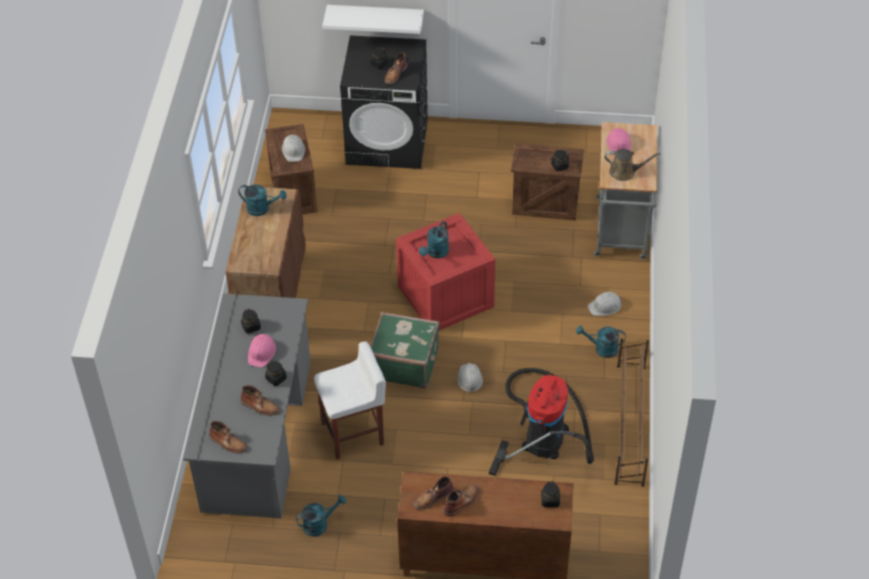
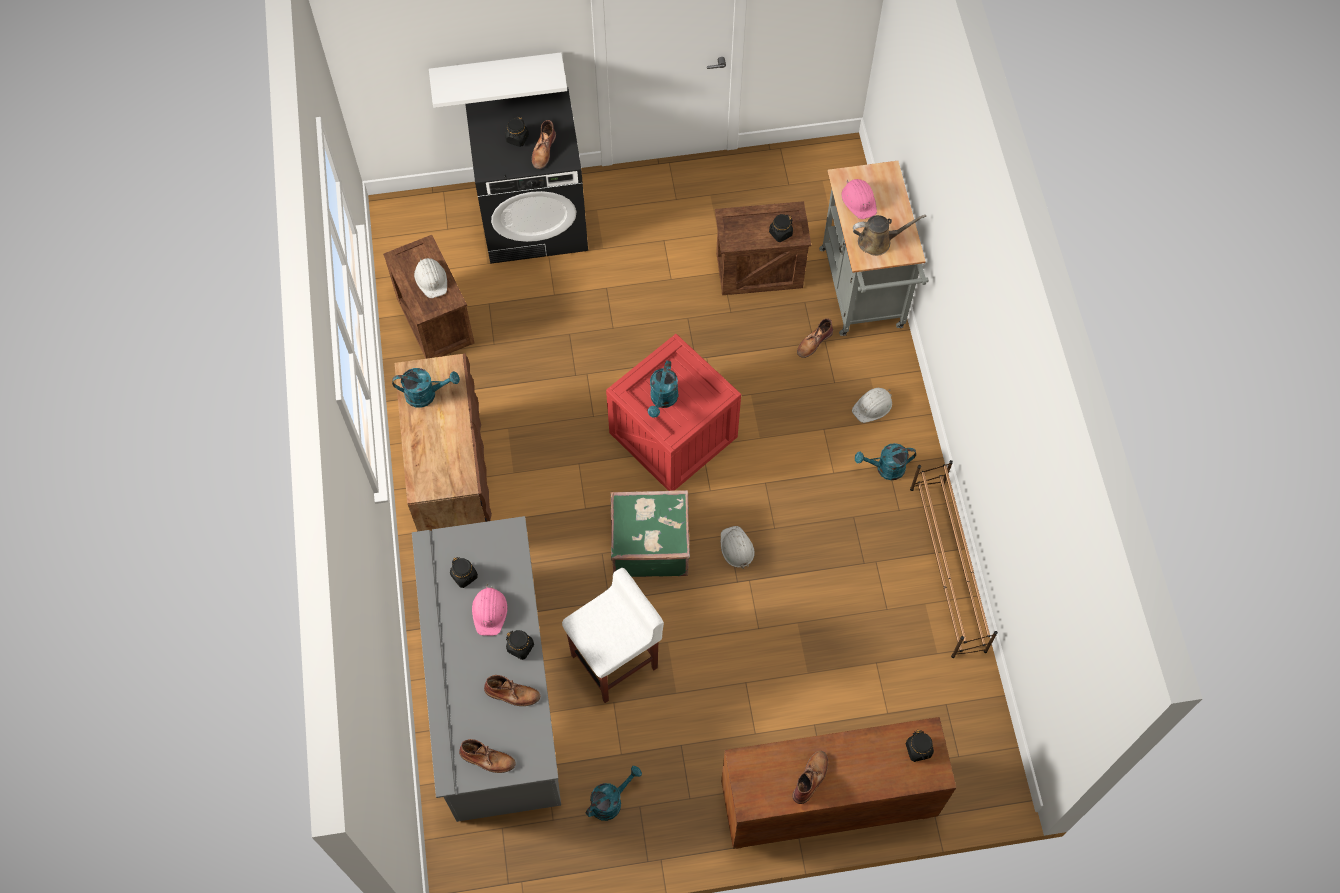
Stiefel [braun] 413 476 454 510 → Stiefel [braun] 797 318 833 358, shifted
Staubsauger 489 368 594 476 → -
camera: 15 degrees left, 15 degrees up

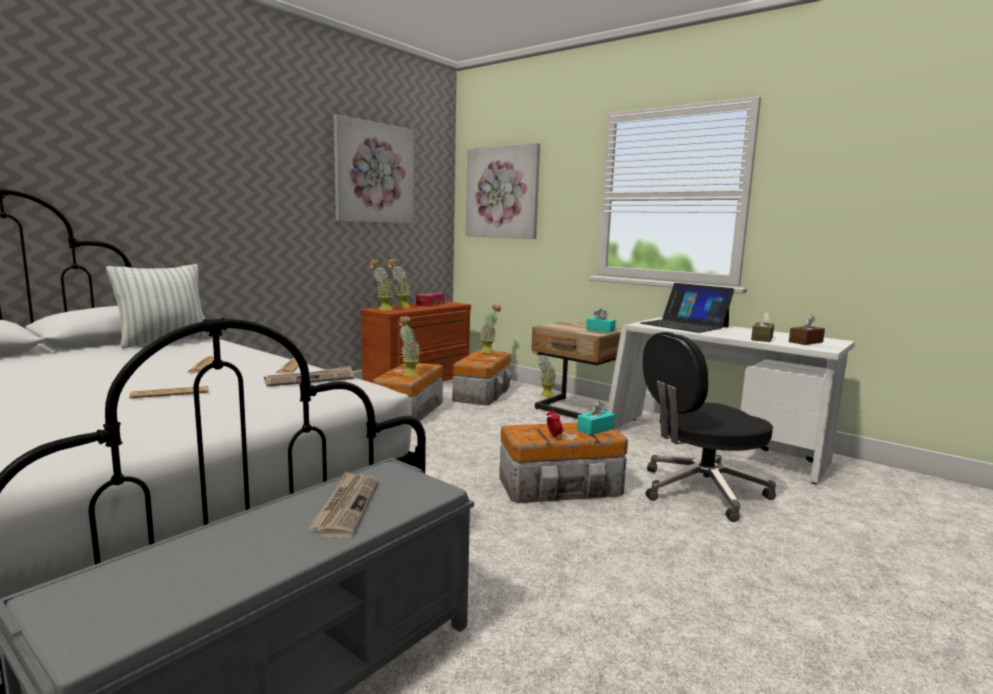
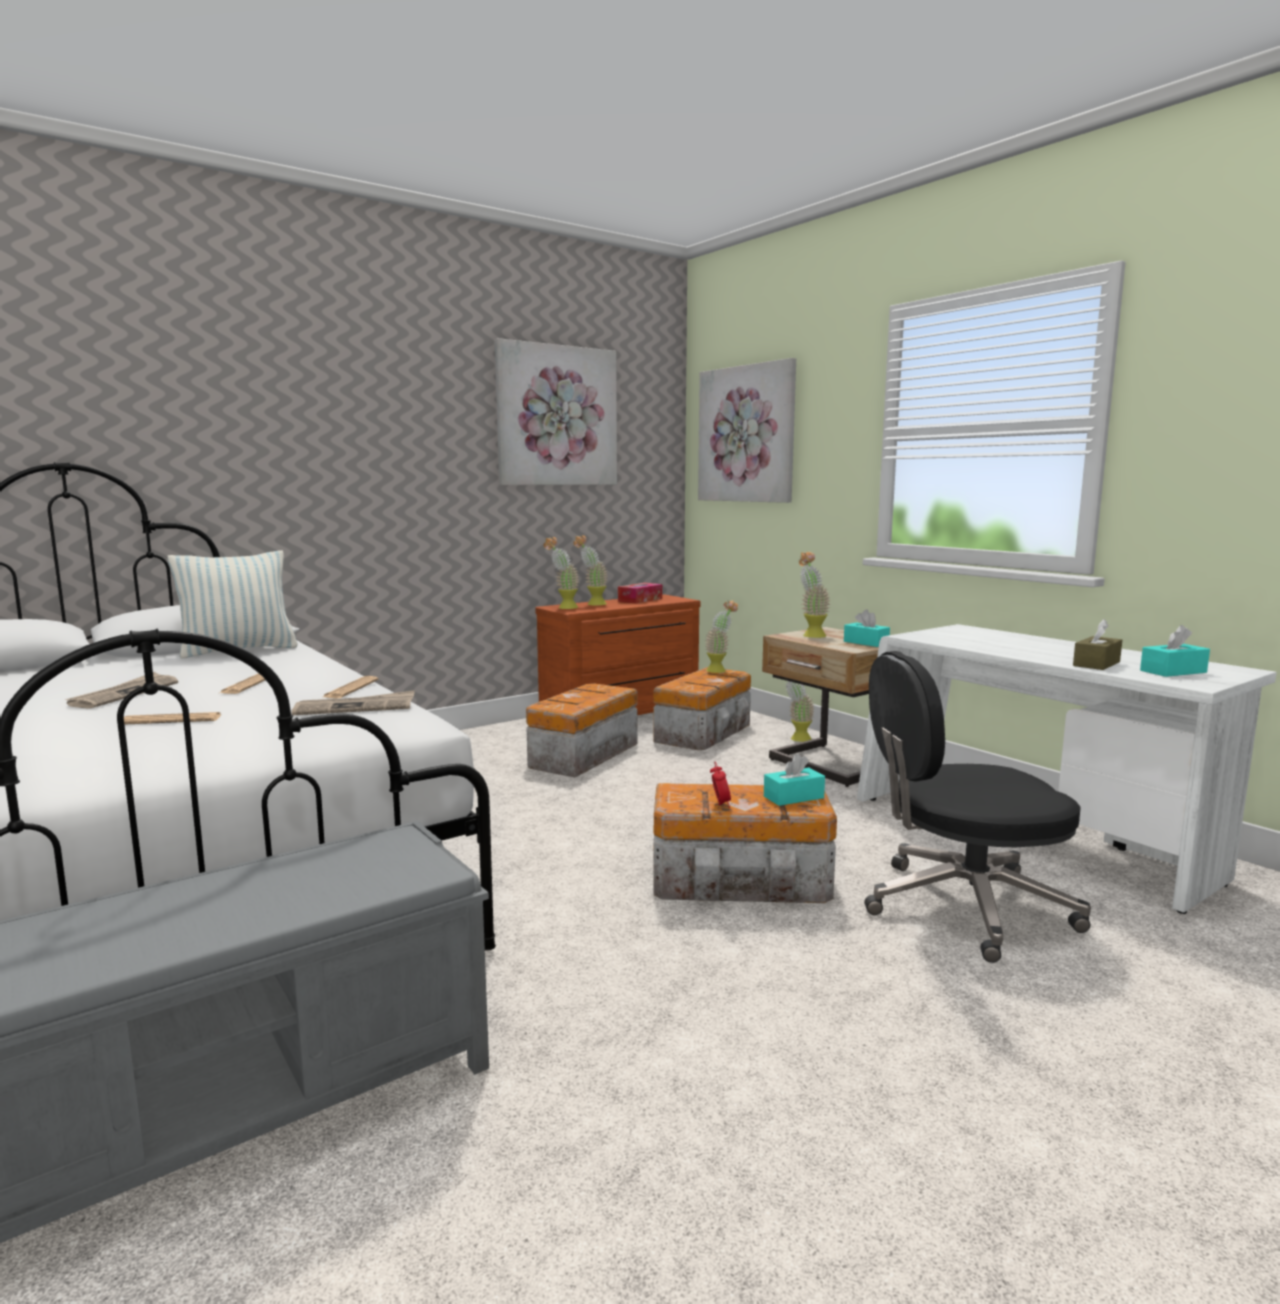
Zeitung 308 471 379 538 → Zeitung 65 672 178 709, shifted
Topfpflanze 399 316 421 376 → Topfpflanze 799 552 831 638, shifted
Laptop 640 283 734 333 → -
Taschentuchbox [braun] 789 315 825 345 → Taschentuchbox [türkis] 1140 625 1210 677
camera: 15 degrees right, 0 degrees up

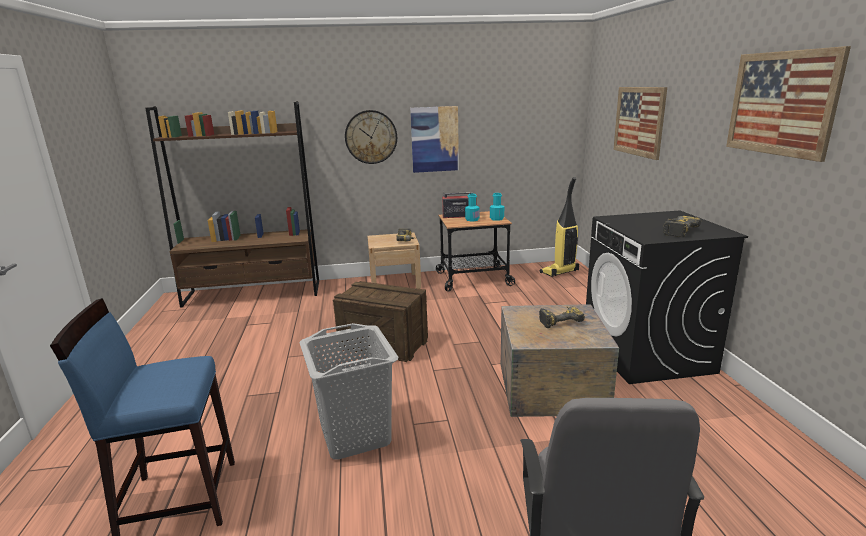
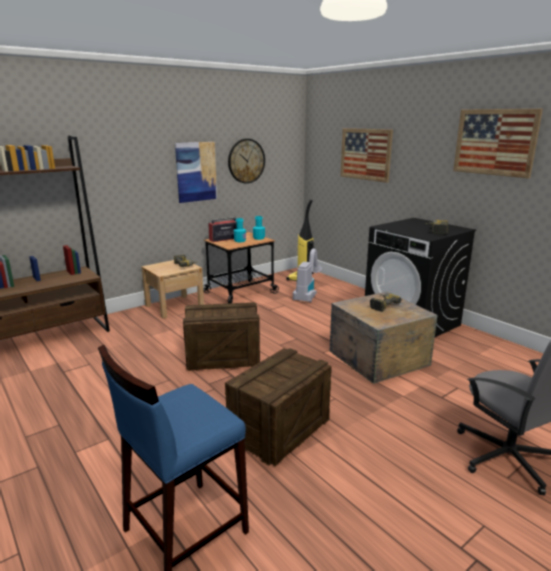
Wäschekorb [grau] 299 323 398 460 → Kiste 225 348 332 466
Wanduhr 345 110 397 164 → Wanduhr 228 139 265 184, shifted
- → Staubsauger 293 248 322 302
camera: 30 degrees left, 0 degrees up

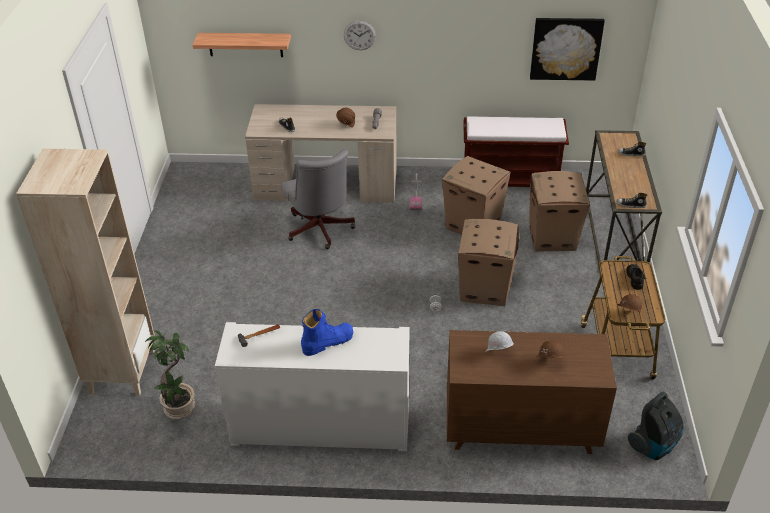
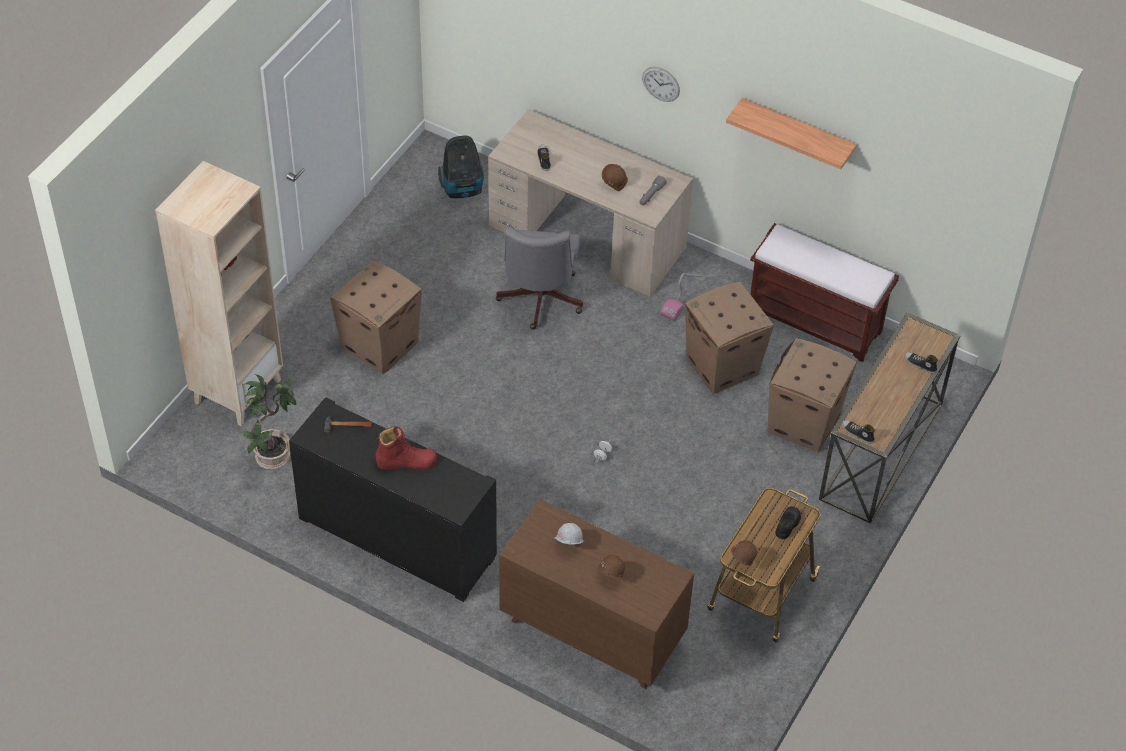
Wandregal 192 33 291 57 → Wandregal 726 98 857 169, shifted
Schrank [weiß] 215 322 409 452 → Schrank [schwarz] 289 397 497 602
Stiefel [blau] 301 309 353 356 → Stiefel [rot] 376 426 437 470
Karton 458 219 519 306 → Karton 330 260 422 374, shifted
Bild 530 18 605 81 → -
Staubsauger 628 392 684 460 → Staubsauger 438 136 484 198, shifted
camera: 25 degrees right, 10 degrees up

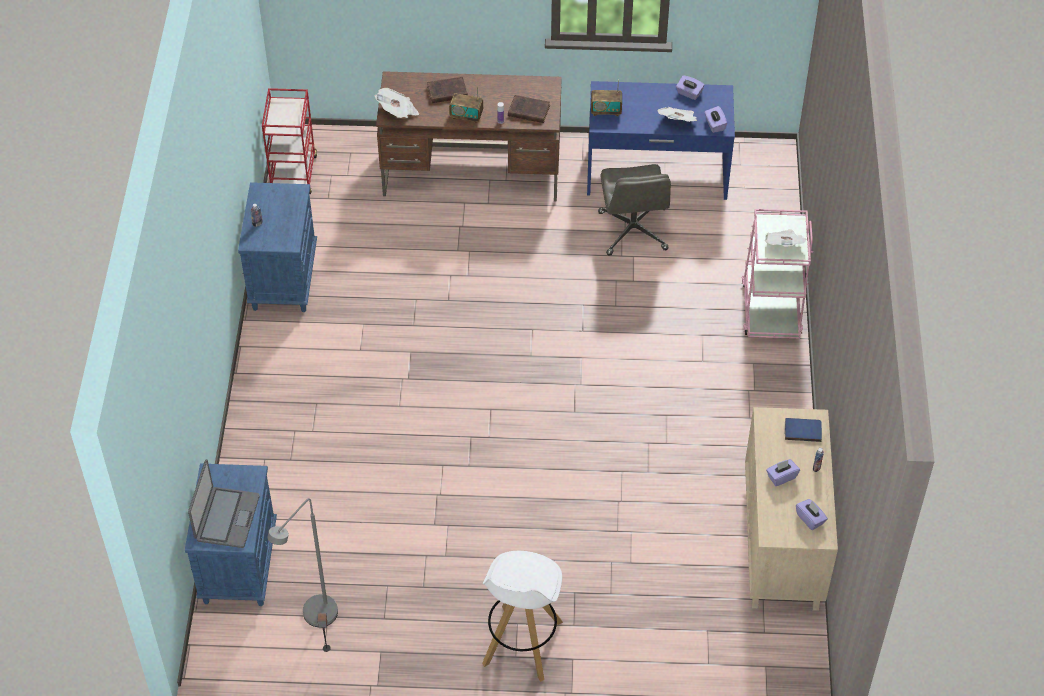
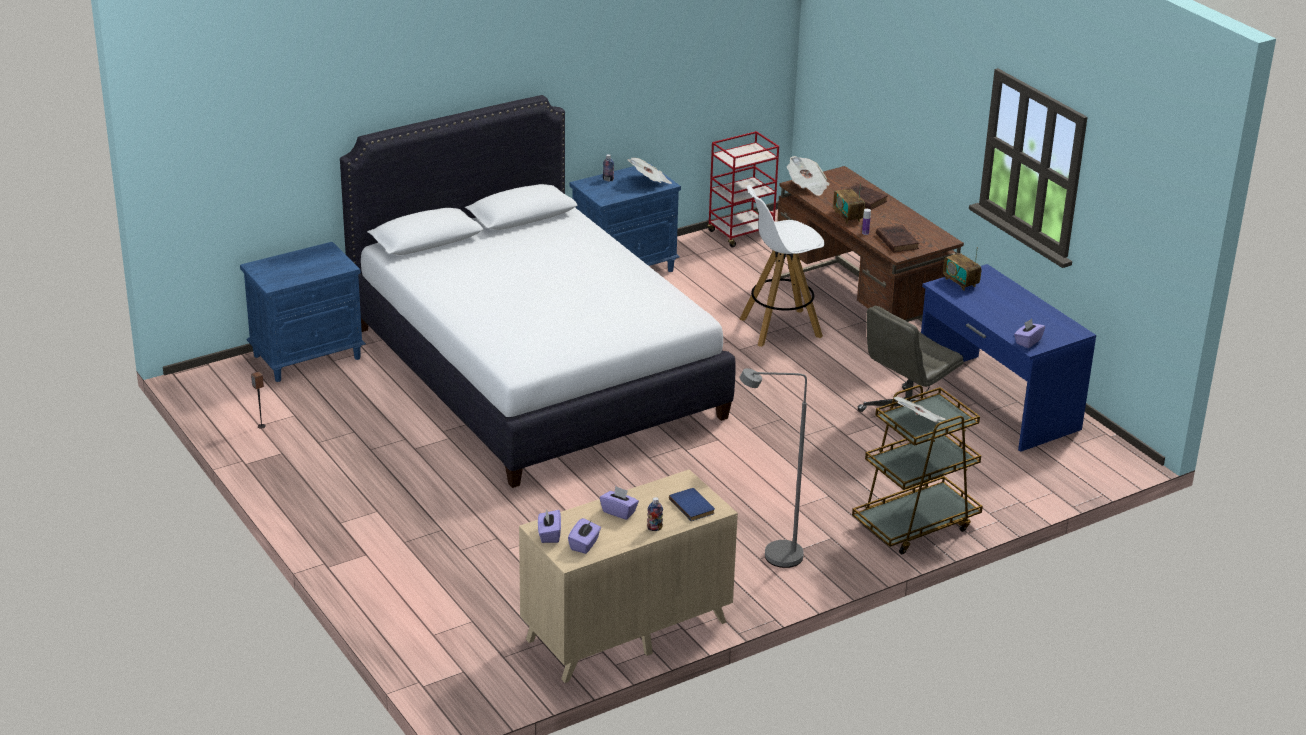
Laptop 188 459 260 548 → -
Stehlampe [grau] 267 498 338 627 → Stehlampe [grau] 740 368 807 568, shifted
Hocker [weiß] 482 551 563 682 → Hocker [weiß] 739 185 825 347, shifted
Zeitung 658 107 697 122 → Zeitung 627 158 672 184, shifted
Taschentuchbox [lila] 676 76 704 100 → Taschentuchbox [lila] 538 509 561 543, shifted
Rollwagen [rosa] 742 209 813 339 → Rollwagen [braun] 852 385 983 554
- → Bett [weiß] 340 95 736 488
camera: 55 degrees right, 20 degrees down

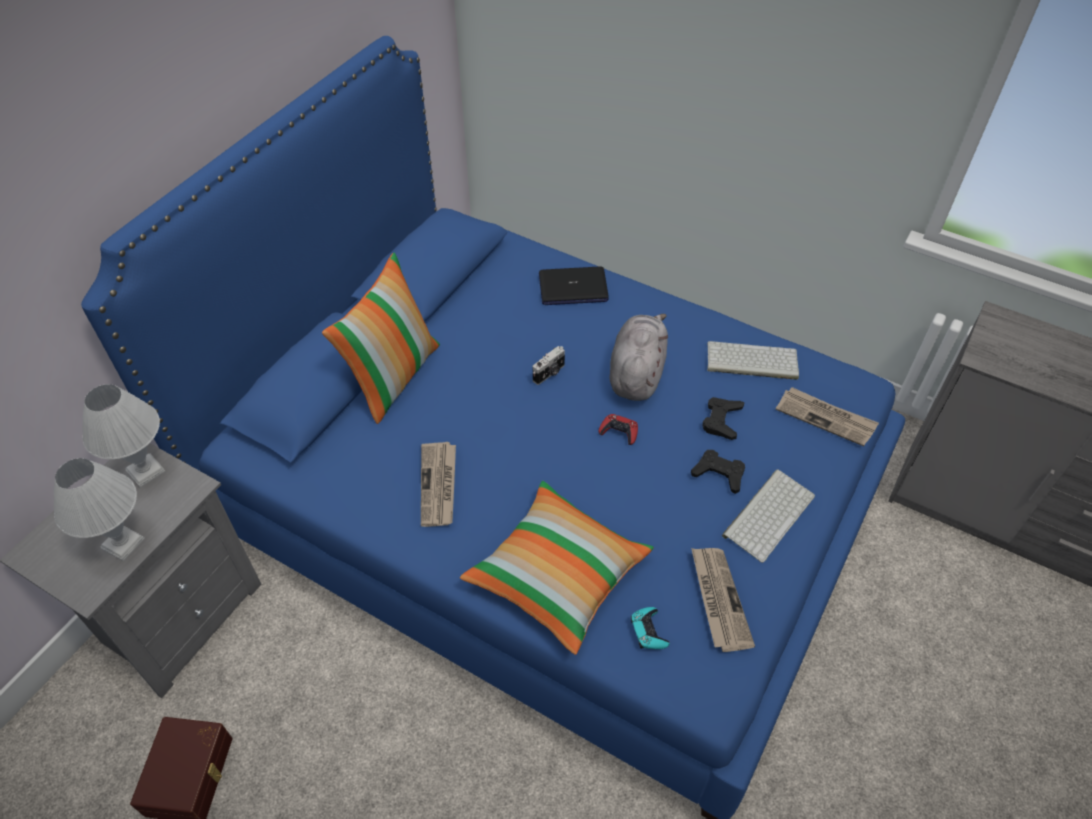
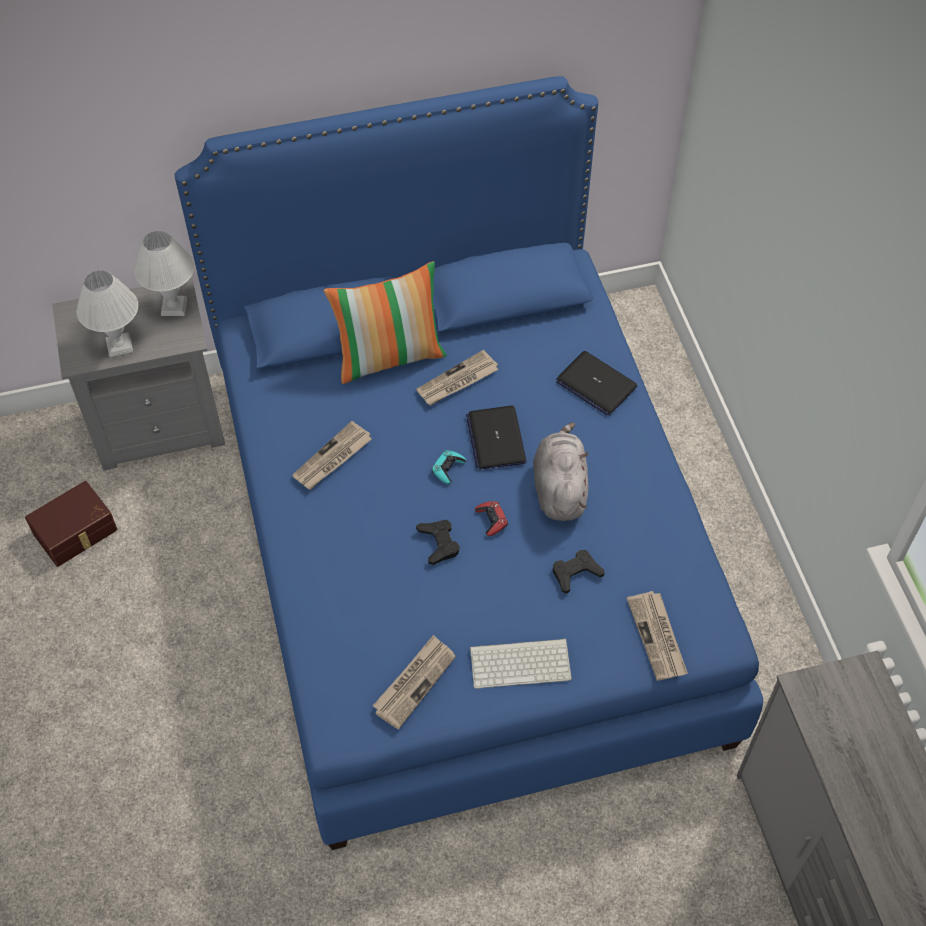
Kissen 460 481 654 655 → -
Kamera 533 346 565 385 → Laptop 466 405 527 470
Plüschtier [grau] 609 314 668 401 → Plüschtier [grau] 533 422 589 521, 60 degrees counterclockwise
Gamepad [türkis] 631 607 670 649 → Gamepad [türkis] 432 450 466 484, shifted
Gamepad [schwarz] 691 450 745 494 → Gamepad [schwarz] 416 520 460 565, shifted
Tastatur 707 341 799 380 → -
- → Zeitung 416 350 498 405
camera: 45 degrees right, 5 degrees up

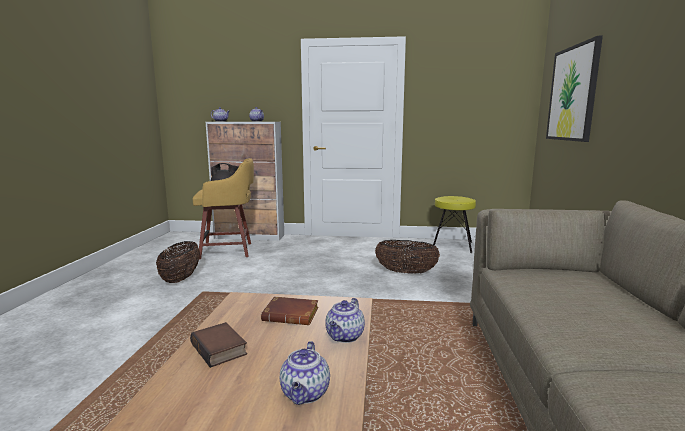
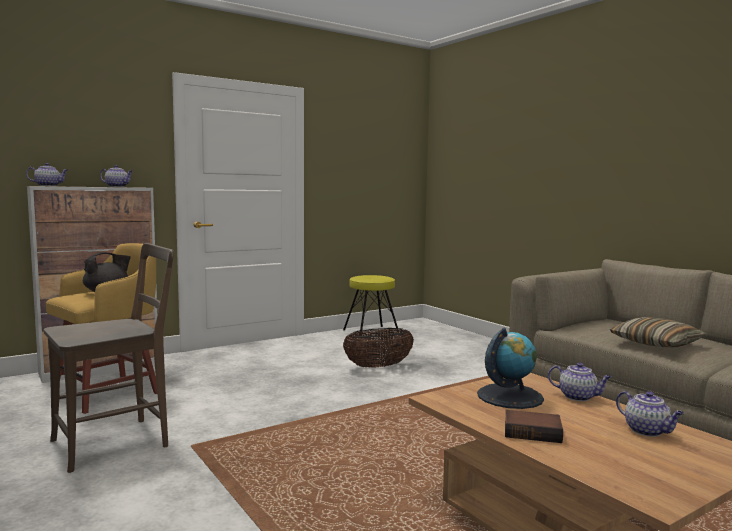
Korb 156 241 200 283 → Stuhl [braun] 44 243 174 473
Buch [braun] 261 297 319 325 → Globus 477 328 544 409
Teekanne 325 298 365 343 → Teekanne 548 362 612 401, 45 degrees counterclockwise
Bild 546 36 603 142 → -
- → Kissen 610 317 707 348
camera: 40 degrees left, 5 degrees down

